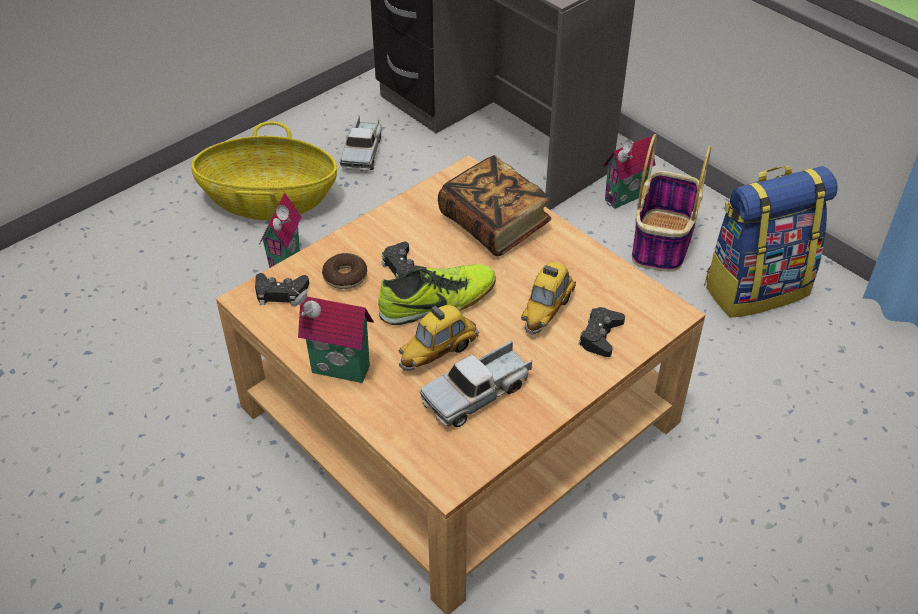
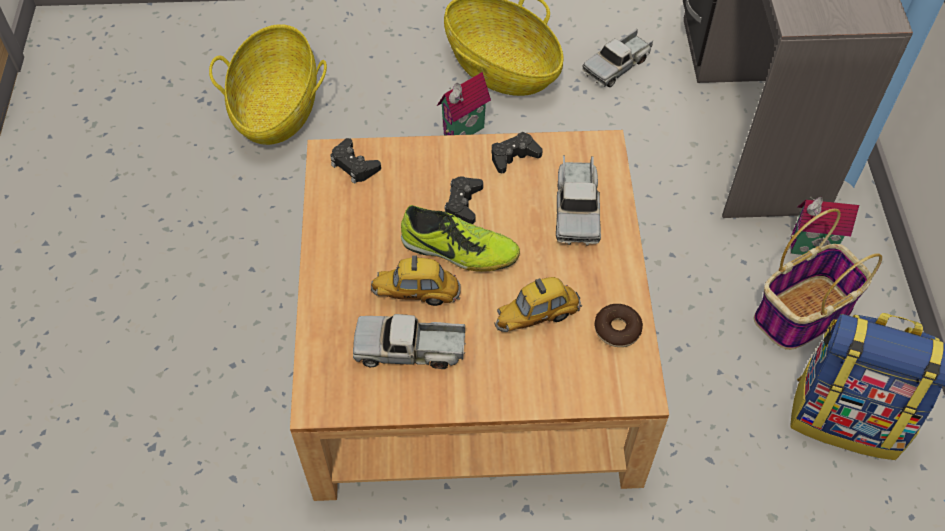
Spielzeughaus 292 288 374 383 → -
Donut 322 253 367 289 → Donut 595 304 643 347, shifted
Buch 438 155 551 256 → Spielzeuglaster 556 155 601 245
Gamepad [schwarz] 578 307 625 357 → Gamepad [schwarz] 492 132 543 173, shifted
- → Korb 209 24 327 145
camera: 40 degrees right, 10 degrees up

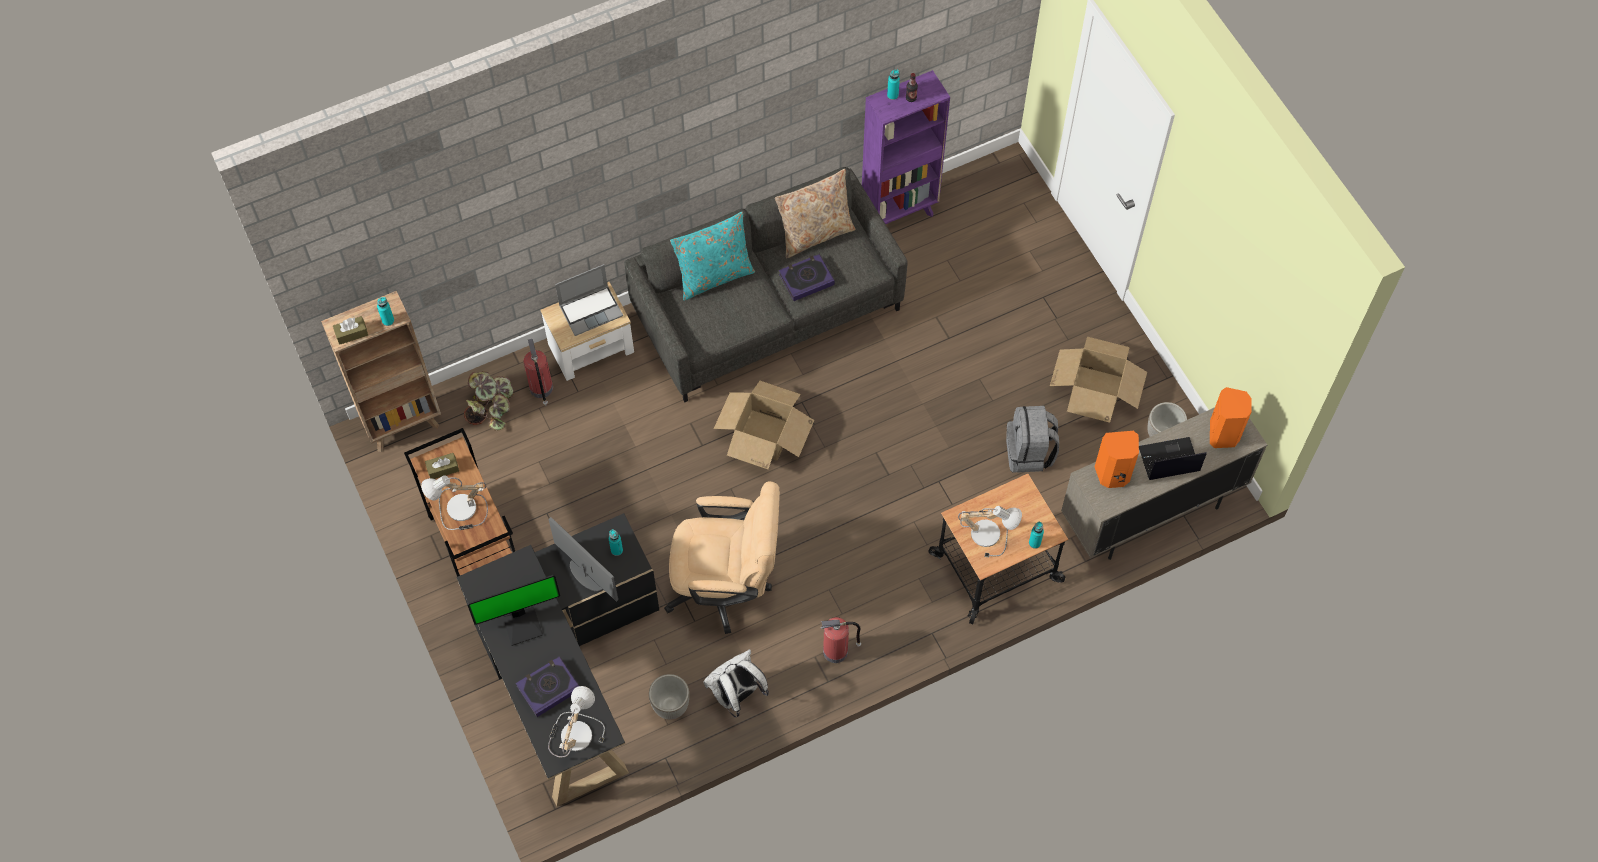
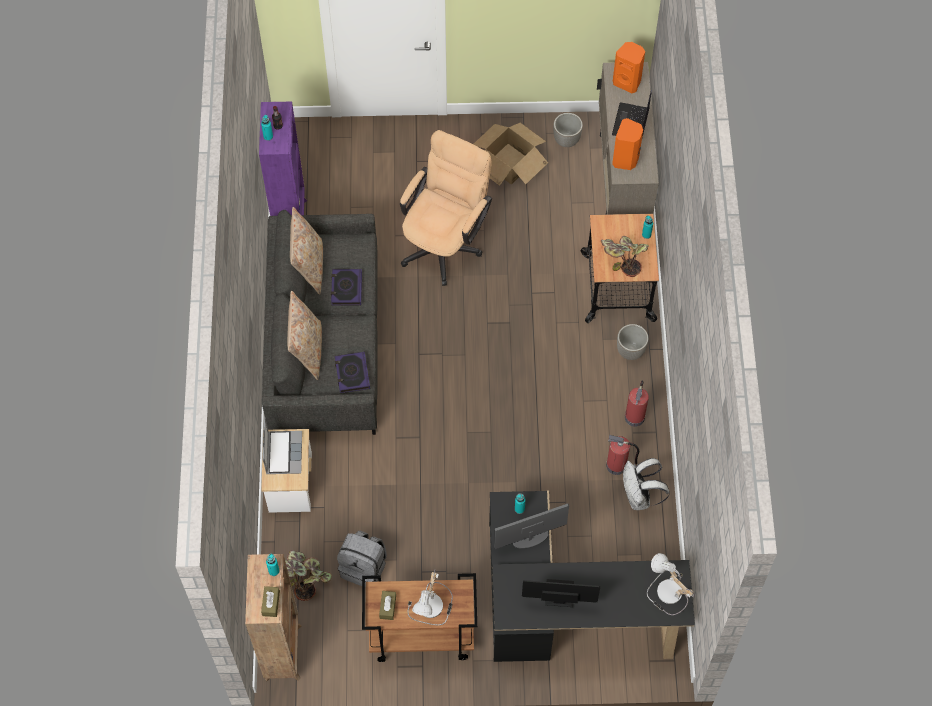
Monitor 467 575 560 646 → Monitor 522 579 600 607, 90 degrees counterclockwise
Buch 516 656 579 717 → Buch 335 352 370 393, shifted
Feuerlöscher 524 339 553 406 → Feuerlöscher 606 435 639 475, shifted
Pflanzkübel 649 674 689 719 → Pflanzkübel 617 324 649 360, shifted
Bürostuhl [beige] 664 481 780 634 → Bürostuhl [beige] 400 130 492 286, shifted
Kissen [türkis] 670 212 755 301 → Kissen [beige] 287 291 322 380
Karton 714 381 814 469 → -
Tischlampe 958 506 1022 557 → Topfpflanze 601 236 649 277
Rucksack [grau] 1006 406 1059 473 → Rucksack [grau] 337 531 387 588, shifted
camera: 65 degrees left, 0 degrees up

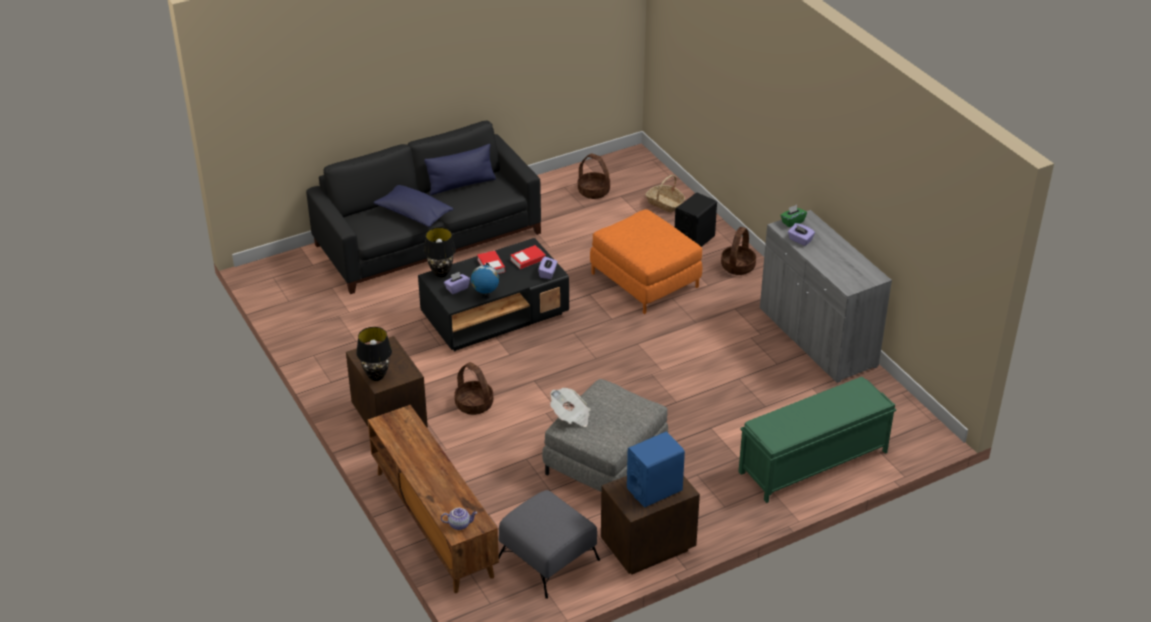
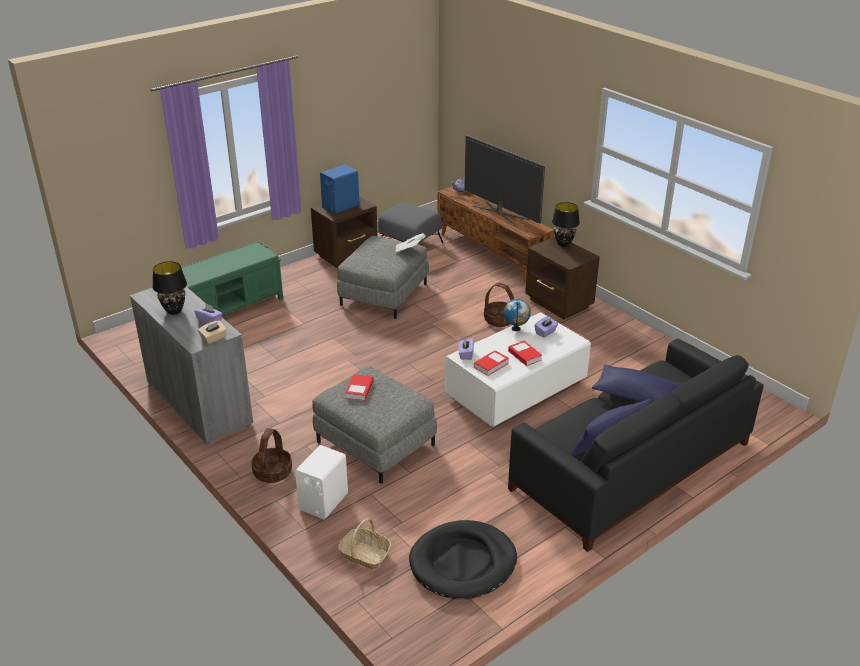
Couchtisch [schwarz] 418 238 569 351 → Couchtisch [weiß] 445 312 591 427
Tischlampe [schwarz] 424 227 456 278 → Tischlampe [schwarz] 153 261 187 315, shifted
Korb 578 153 610 199 → Hundebett [schwarz] 409 520 517 599
Polsterhocker [orange] 590 209 702 314 → Polsterhocker [grau] 312 366 437 484
Lautsprecher [schwarz] 675 192 717 247 → Lautsprecher [weiß] 295 445 348 520
Taschentuchbox [grün] 780 205 807 227 → Taschentuchbox [beige] 198 321 227 344
- → Buch 345 374 373 401
- → Fernseher 464 135 545 226
camera: 170 degrees right, 5 degrees down

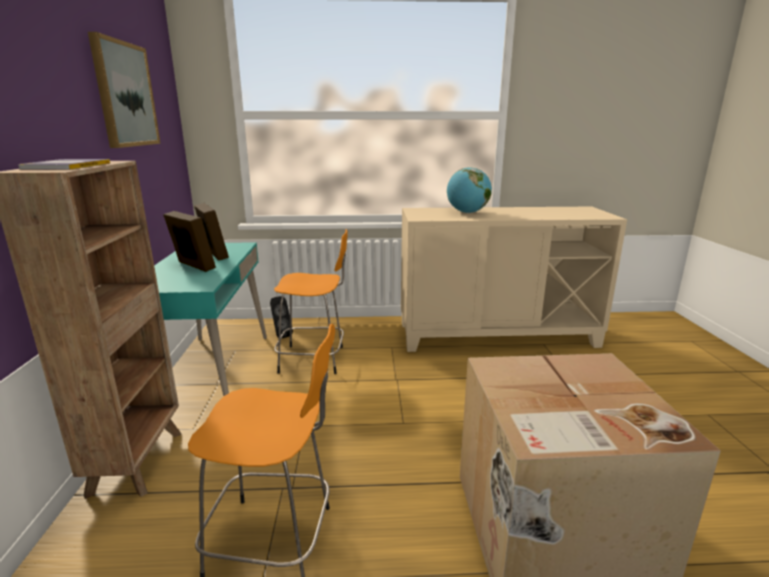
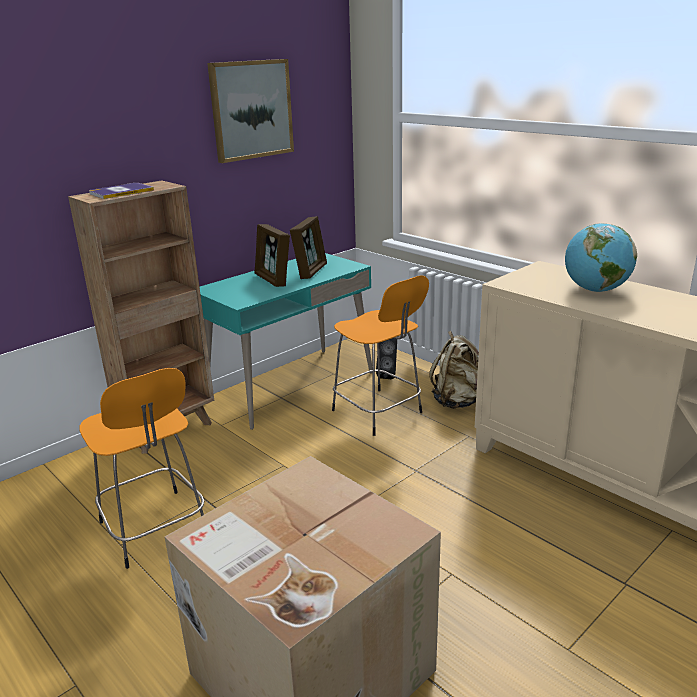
Bilderrahmen 163 211 216 272 → Bilderrahmen 254 224 290 287, 150 degrees clockwise
- → Rucksack [beige] 429 331 479 409
camera: 50 degrees right, 5 degrees up

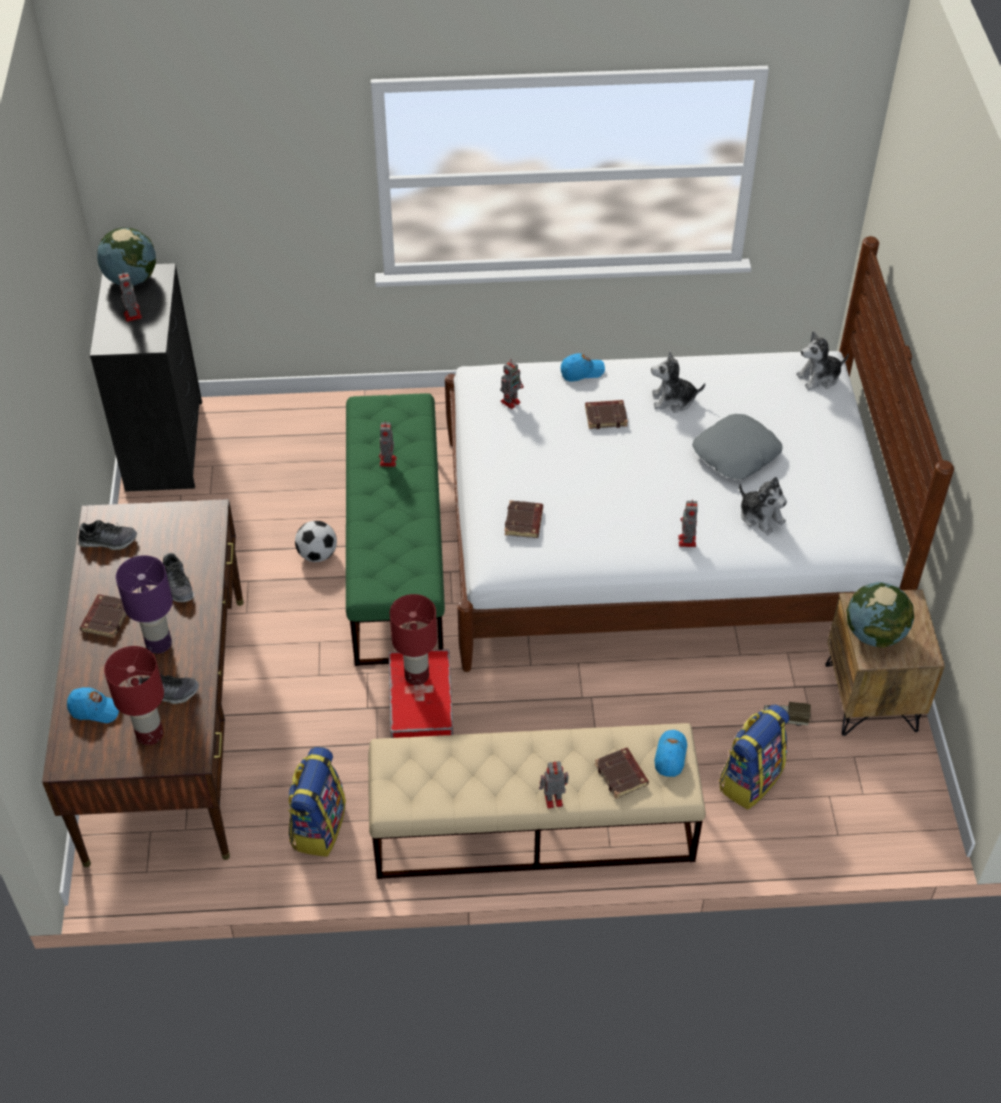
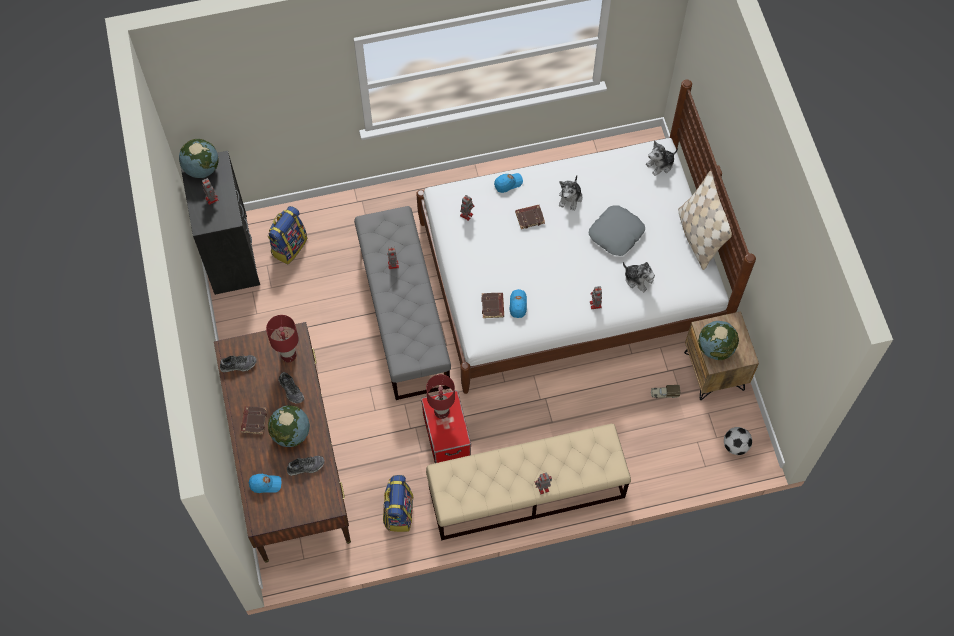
Tischlampe [rot] 104 646 164 745 → Tischlampe [rot] 266 315 299 362, shifted
Tischlampe [lila] 116 555 173 654 → Globus 268 406 310 447
Fußball 295 521 337 562 → Fußball 724 427 752 455, shifted
Bank [grün] 346 393 445 666 → Bank [grau] 354 206 451 400
Buch [braun] 595 748 649 798 → -
Plüschtier 651 352 705 413 → Plüschtier 559 175 582 211, 60 degrees counterclockwise
Kappe [blau] 654 730 687 777 → Kappe [blau] 509 289 527 318, shifted
Rucksack 719 704 789 810 → Rucksack 268 206 307 264, shifted
- → Kissen [beige] 678 171 732 270
camera: 10 degrees left, 15 degrees up

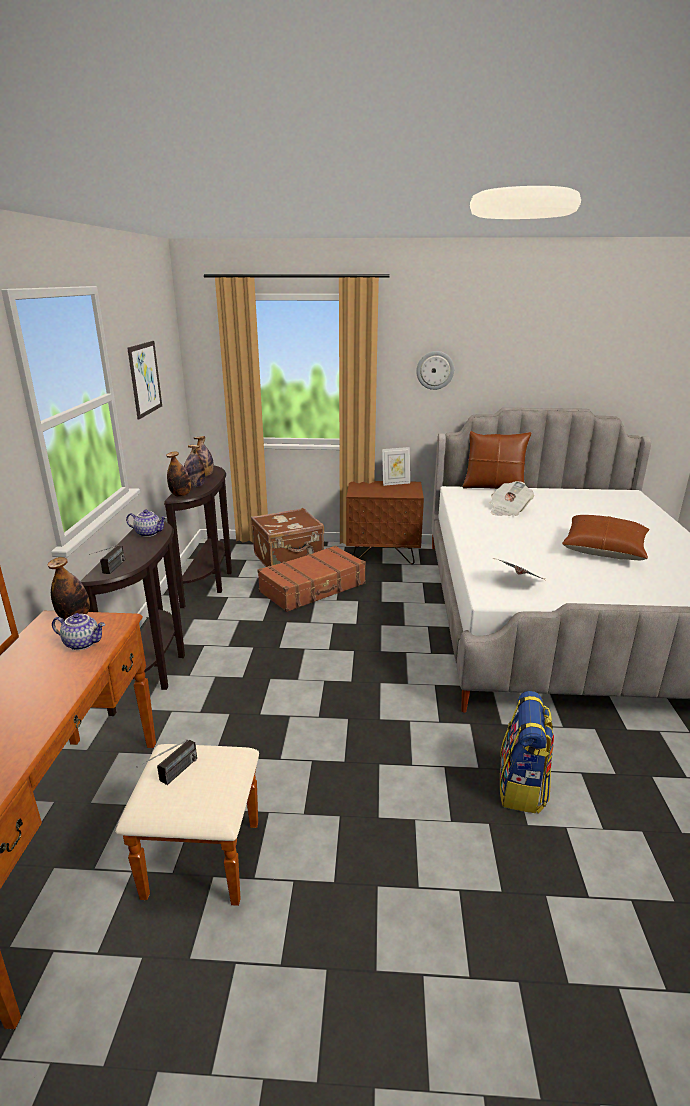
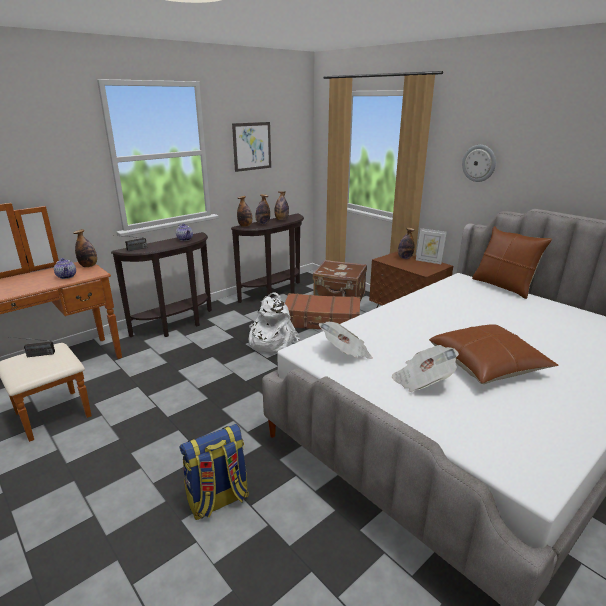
Zeitung 490 481 534 516 → Zeitung 392 345 459 392, shifted
- → Rucksack [weiß] 248 292 300 353
- → Flasche 398 227 415 259
camera: 45 degrees right, 0 degrees up

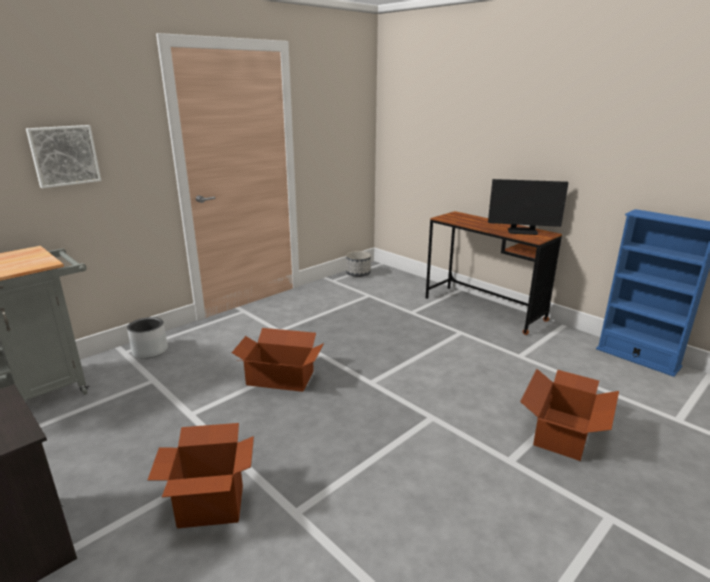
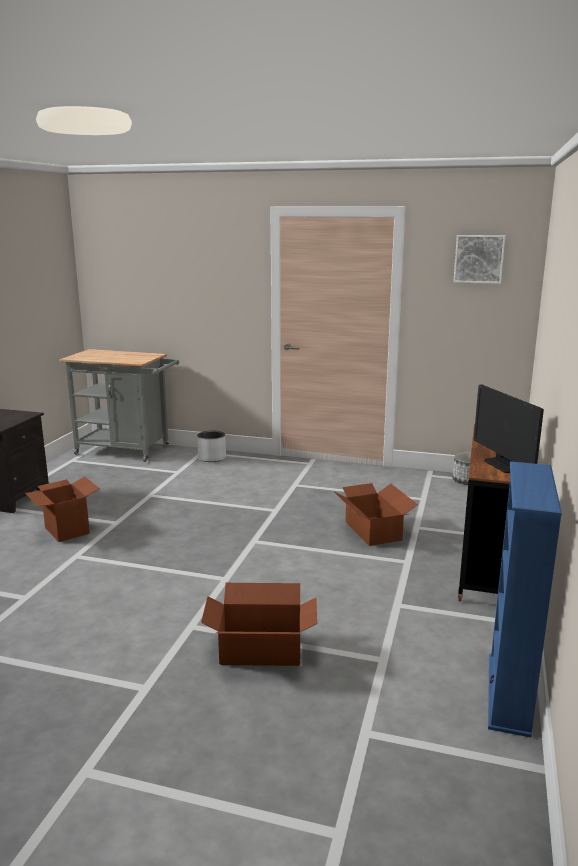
Bild 26 125 101 188 → Bild 453 235 505 284, shifted
Karton 232 328 324 392 → Karton 333 483 418 546, shifted
camera: 60 degrees right, 5 degrees down

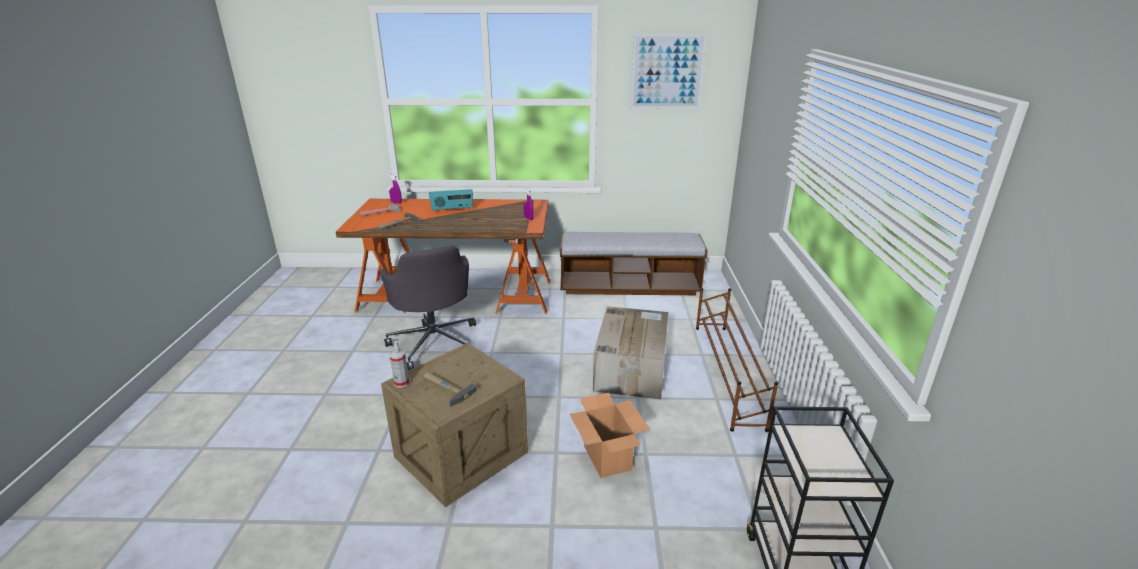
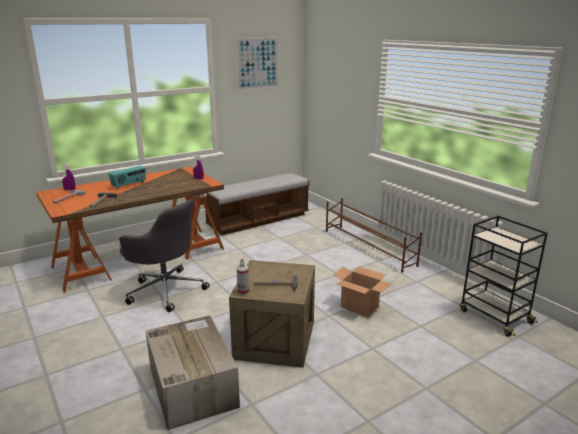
Karton 593 306 669 399 → Karton 145 316 240 430, shifted
camera: 35 degrees left, 5 degrees down

